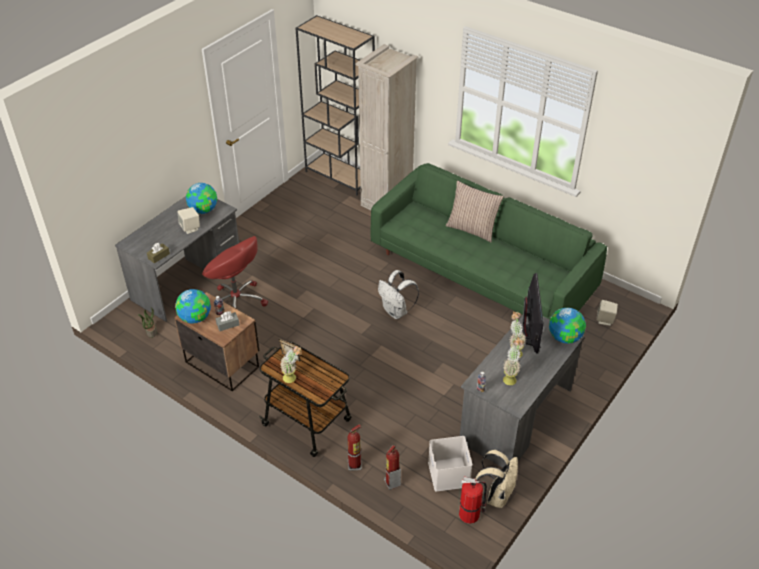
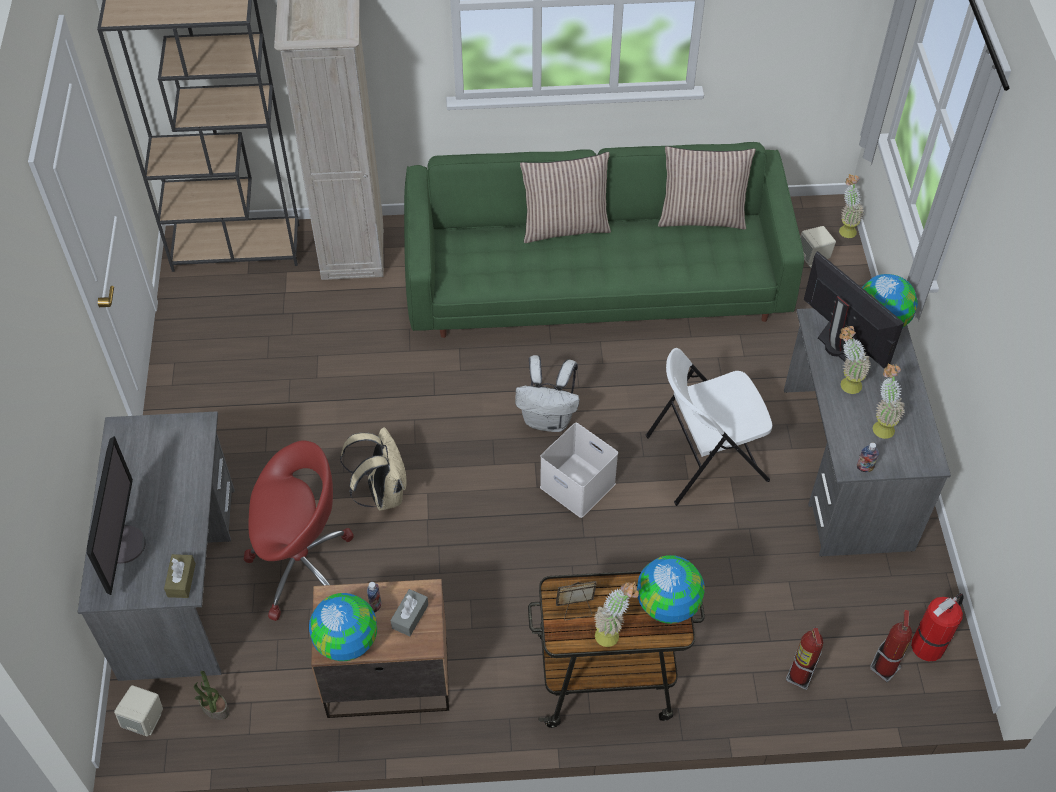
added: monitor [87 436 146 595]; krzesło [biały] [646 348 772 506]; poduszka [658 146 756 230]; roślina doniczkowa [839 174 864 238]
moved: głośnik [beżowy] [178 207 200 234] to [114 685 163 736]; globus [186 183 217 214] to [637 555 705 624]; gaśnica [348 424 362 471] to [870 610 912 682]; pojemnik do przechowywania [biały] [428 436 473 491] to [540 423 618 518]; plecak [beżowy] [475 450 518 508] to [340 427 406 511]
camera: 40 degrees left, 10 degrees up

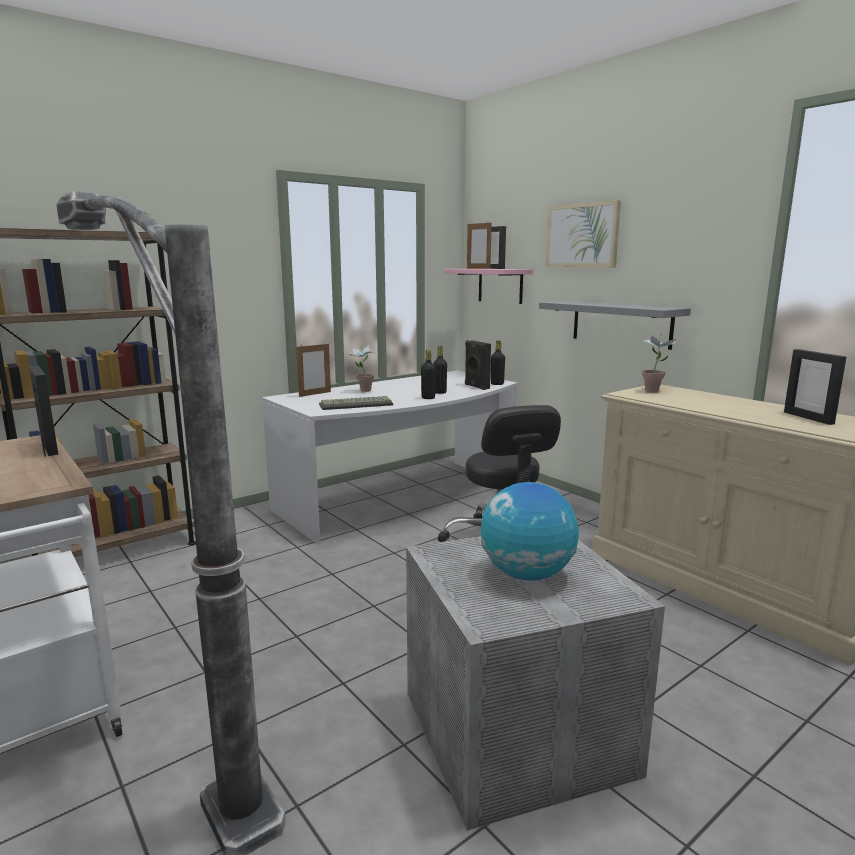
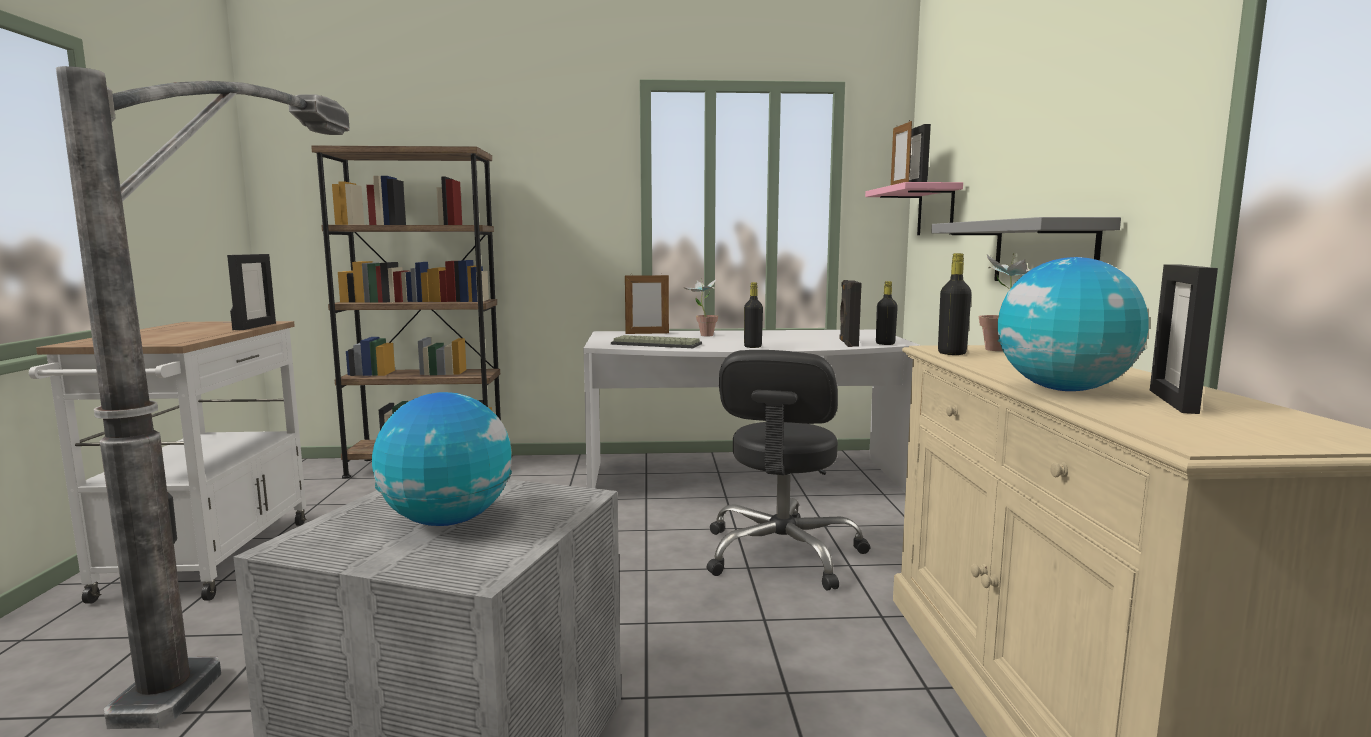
removed: obraz [546 200 621 267]
added: globus [998 257 1149 391]
moved: butelka [czarny] [433 346 447 394] to [938 253 972 355]
camera: 35 degrees right, 5 degrees down

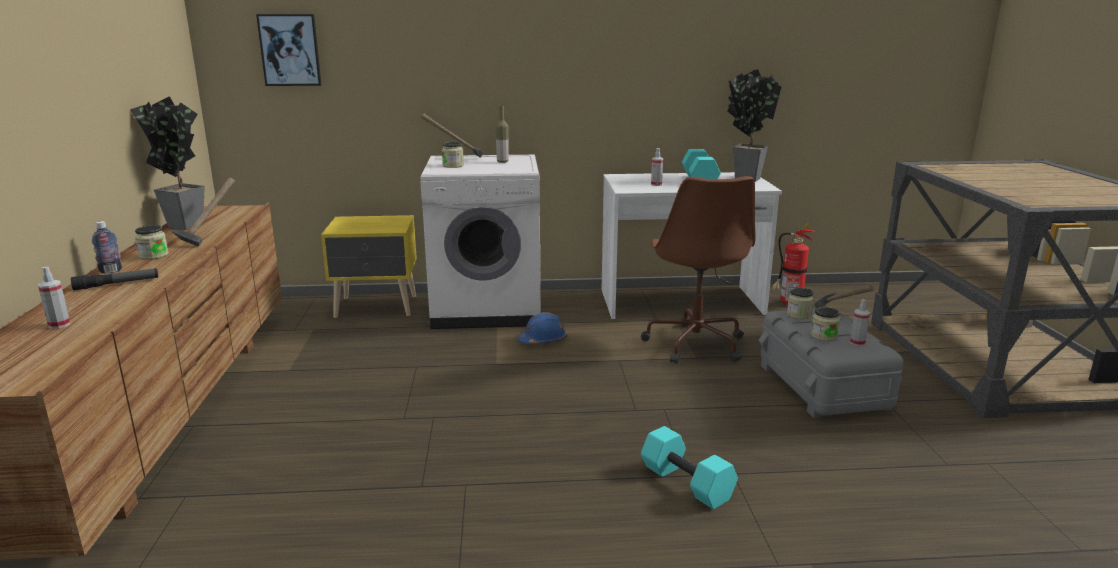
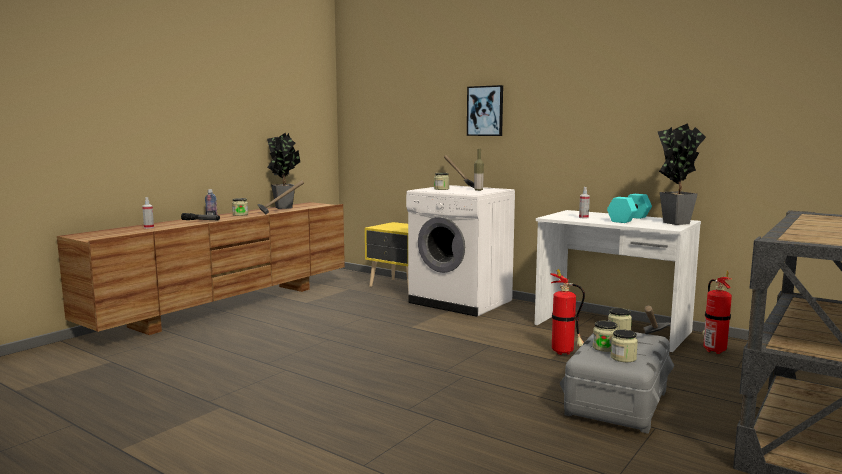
removed: kask [niebieski] [518 312 567 344]; hantel [turkusowy] [641 426 738 509]
moved: obraz [256 14 322 86] to [467 85 503 136]
replaced: krzesło biurowe [brązowy] [641 176 755 364] to gaśnica [550 269 585 355]; spryskiwacz [850 299 870 346] to słoik [611 329 638 362]
camera: 40 degrees right, 10 degrees down

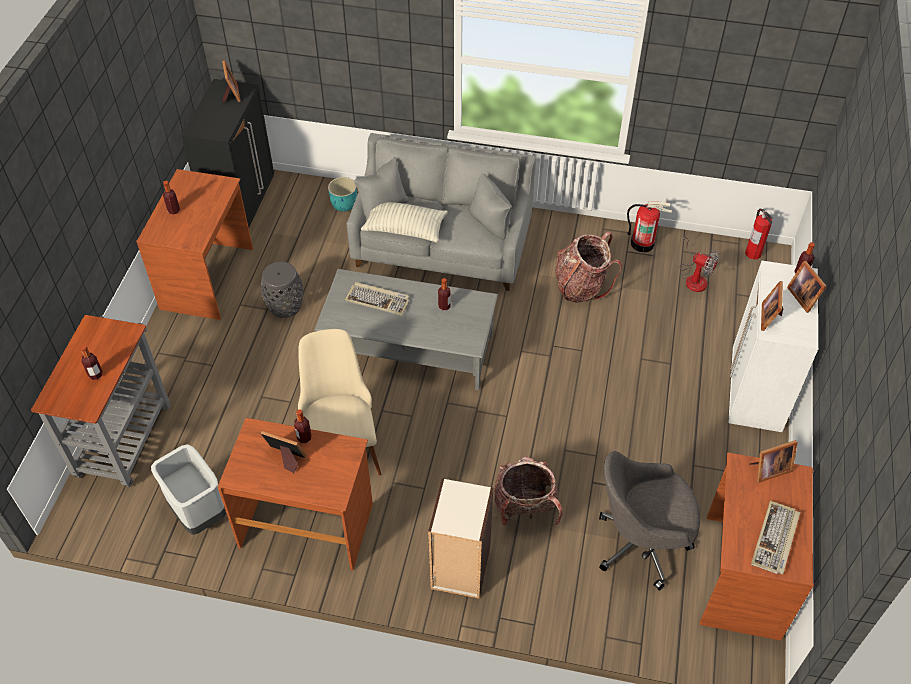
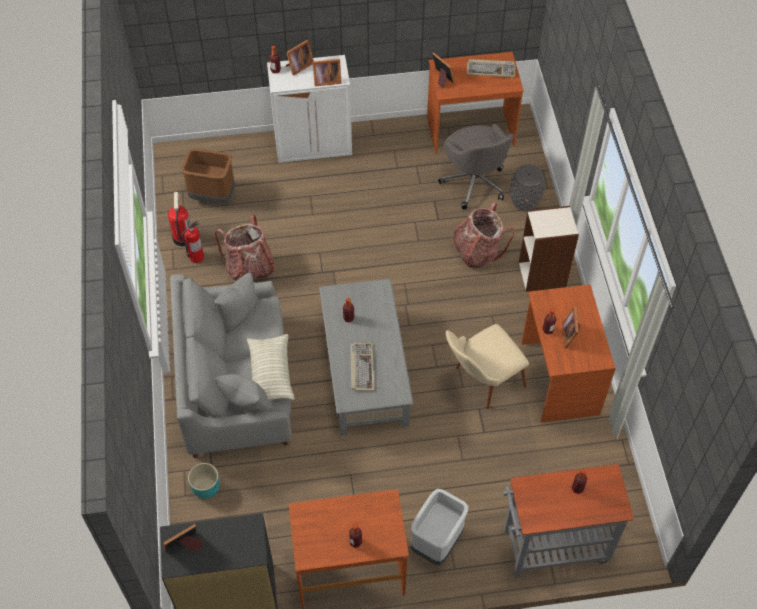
moved: kosz na śmieci [szary] [151 444 226 535] to [411 489 469 565]; stołek [szary] [261 262 303 318] to [510 164 545 211]; gaśnica [745 209 773 260] to [182 220 204 263]
replaced: wentylator [679 232 719 292] to kosz na śmieci [brązowy] [181 149 235 204]
camera: 110 degrees left, 5 degrees up

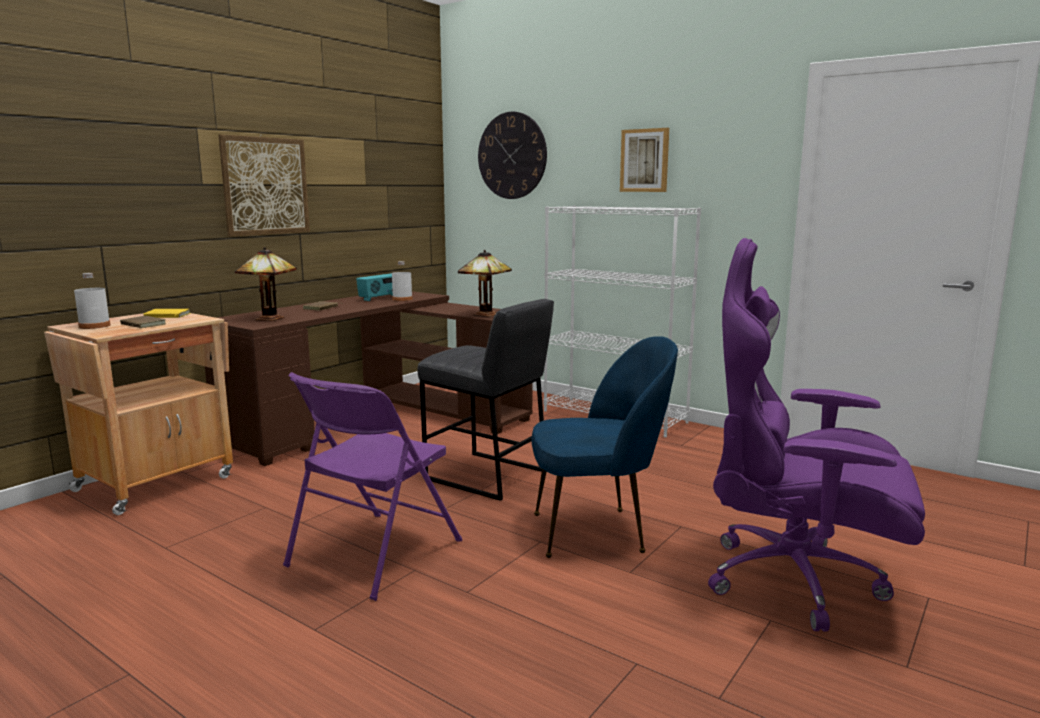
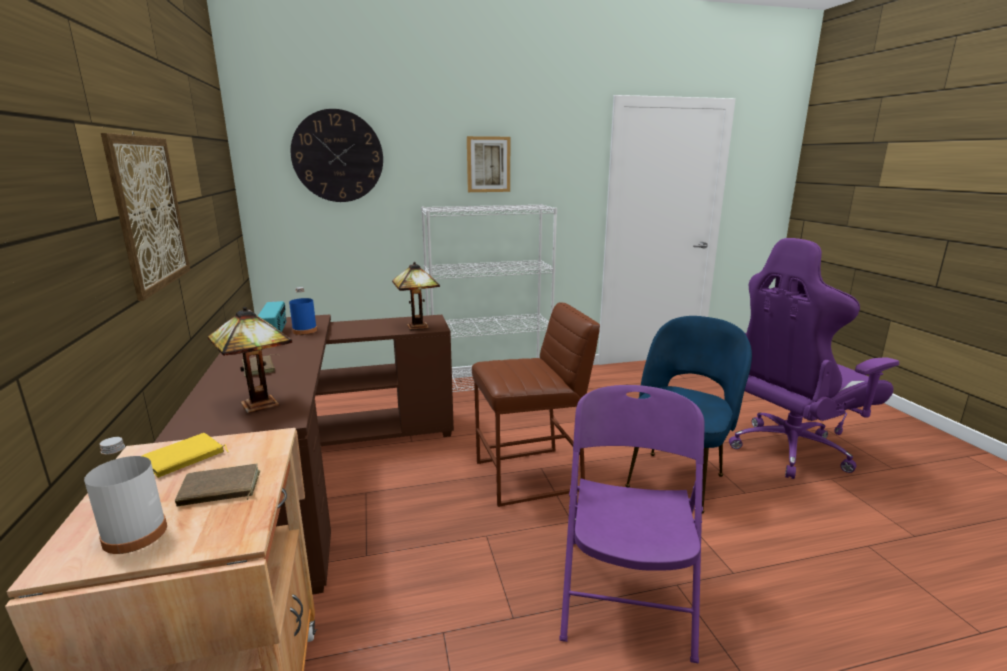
recoloured: butelka [biały] [392 261 412 301] to butelka [niebieski] [289 287 317 335]; stołek [szary] [417 299 554 501] to stołek [brązowy] [472 302 600 507]
turned: krzesło [fioletowy] [283 372 462 601] = [559 385 705 664] 150 degrees counterclockwise
camera: 50 degrees left, 5 degrees up

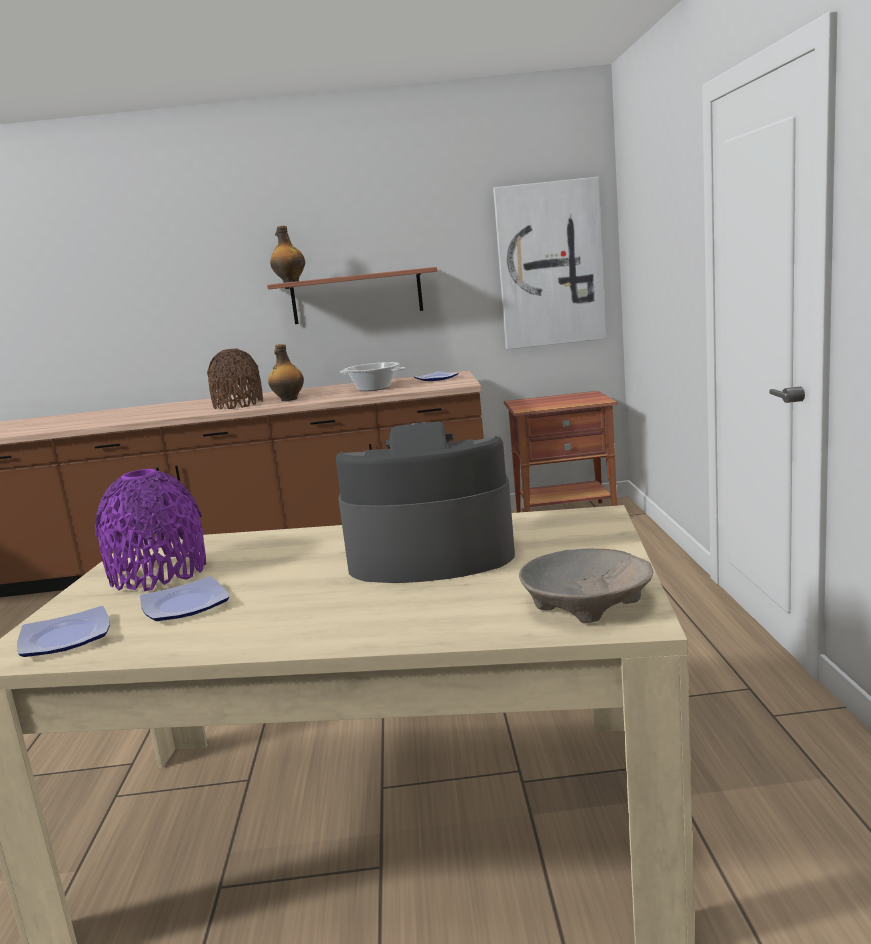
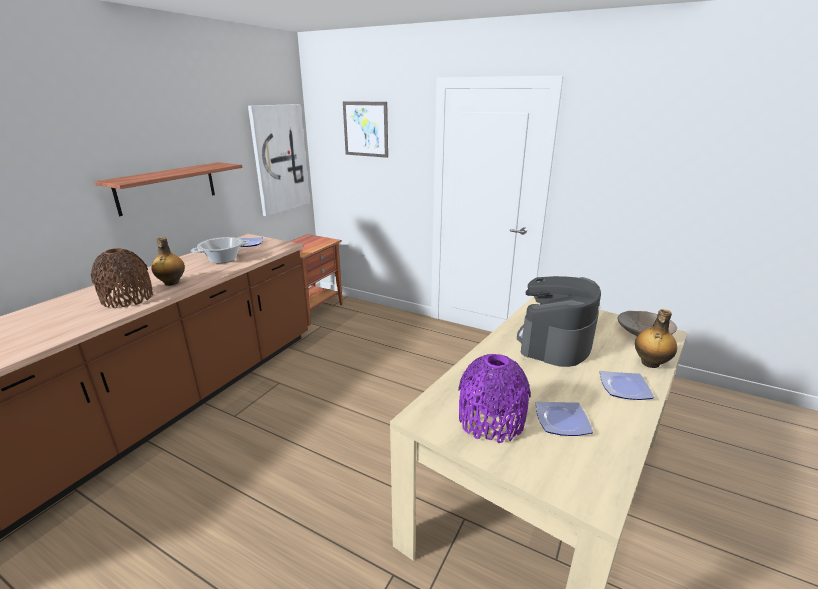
added: obraz [343 101 388 158]
moved: talerz [17 606 110 657] to [600 371 654 400]; butelka [270 226 305 283] to [635 309 677 368]
camera: 60 degrees left, 10 degrees up

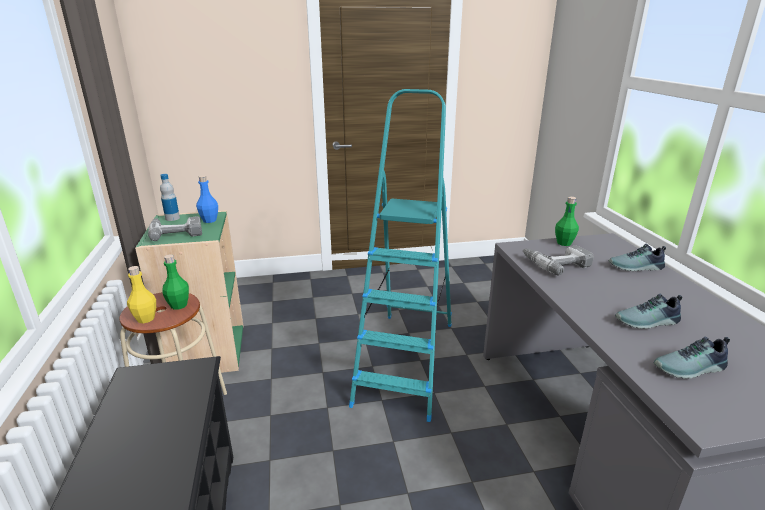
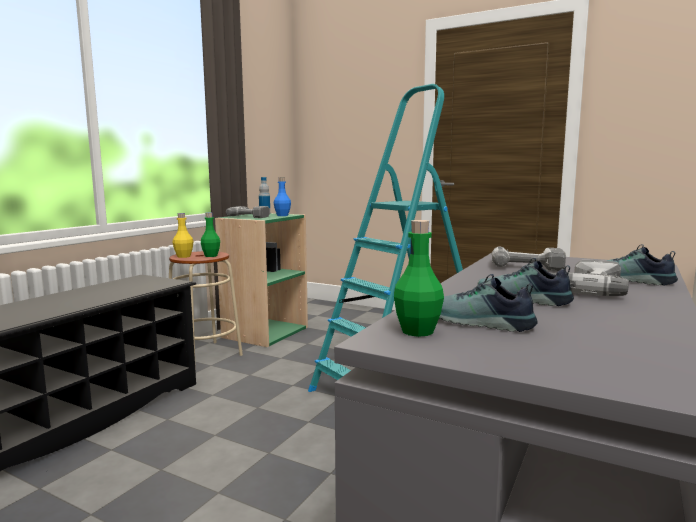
added: wiertarka [551 260 629 296]
moved: butelka [zielony] [555 197 579 246] to [394 220 444 337]
camera: 40 degrees right, 15 degrees down

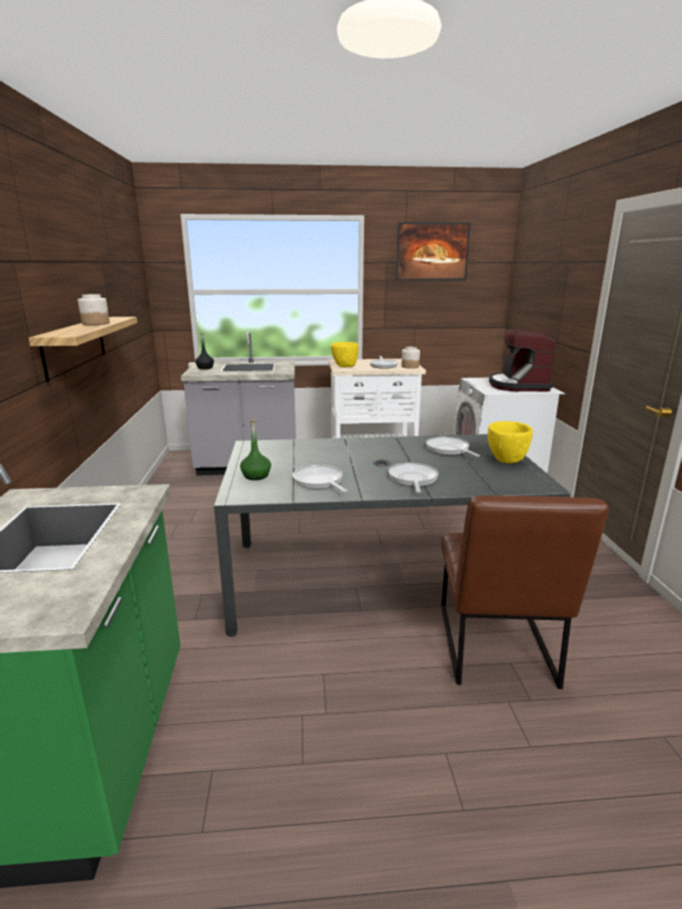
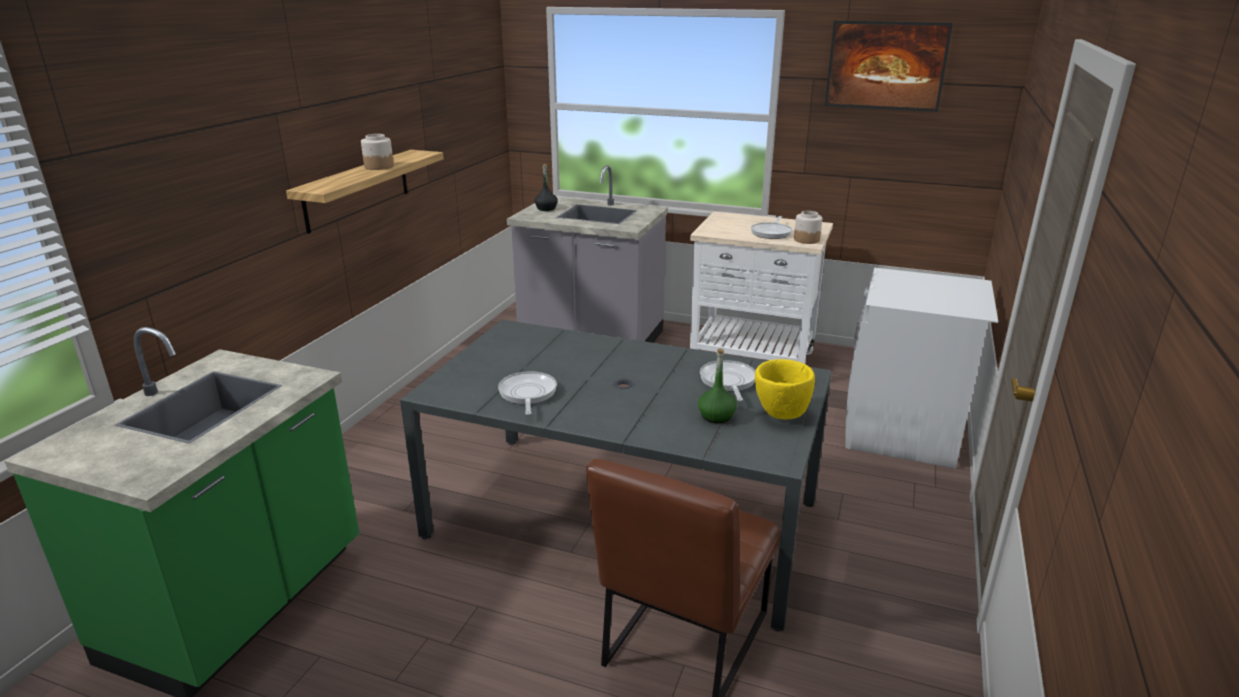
removed: miska [żółty] [331 342 359 367]; patelnia [389 463 438 493]; ekspres do kawy [489 329 556 392]
moved: butelka [zielony] [240 420 271 480] to [698 348 737 423]
camera: 25 degrees right, 5 degrees up

